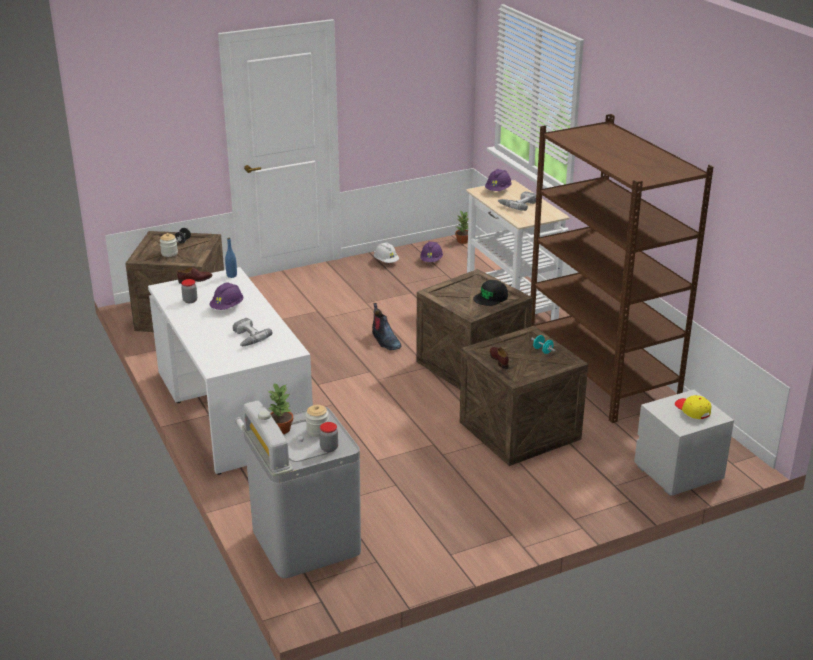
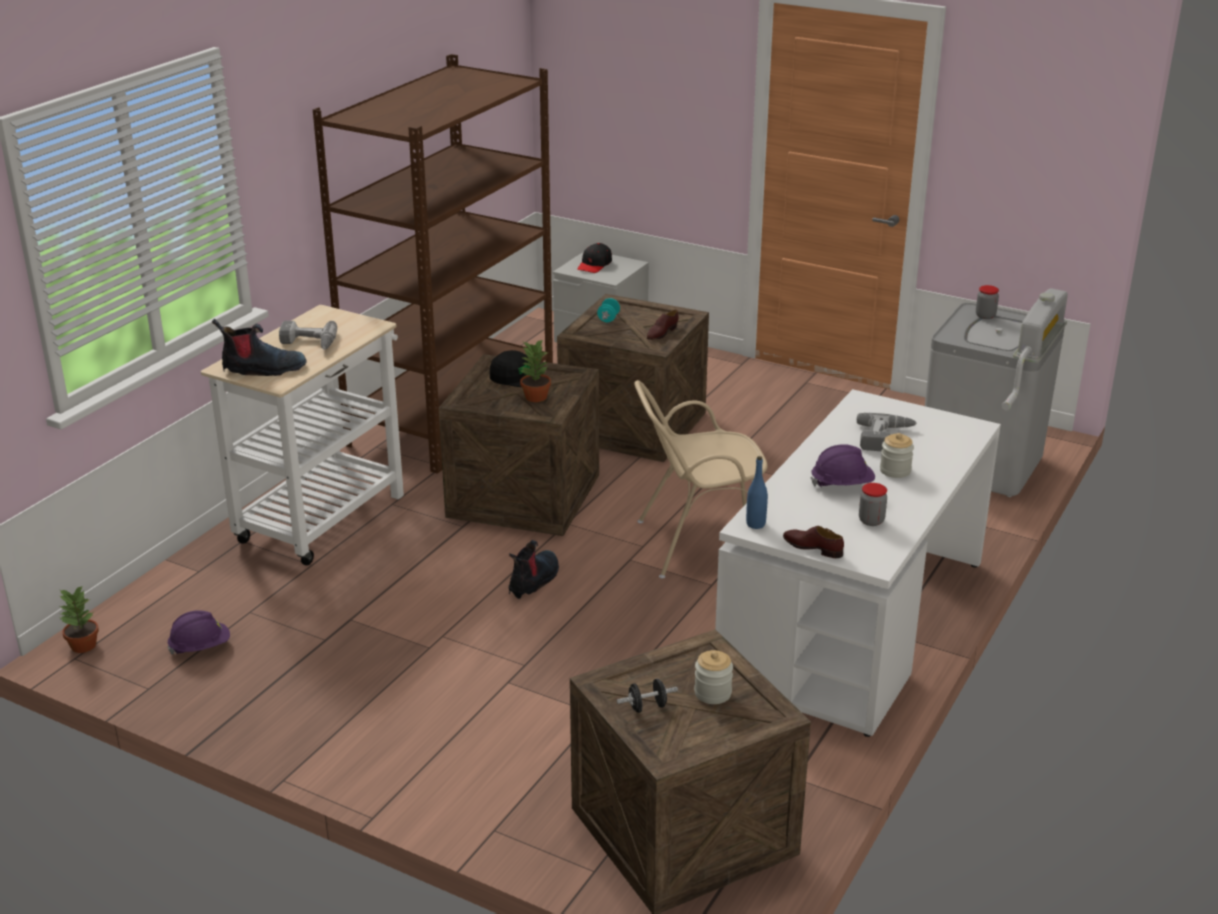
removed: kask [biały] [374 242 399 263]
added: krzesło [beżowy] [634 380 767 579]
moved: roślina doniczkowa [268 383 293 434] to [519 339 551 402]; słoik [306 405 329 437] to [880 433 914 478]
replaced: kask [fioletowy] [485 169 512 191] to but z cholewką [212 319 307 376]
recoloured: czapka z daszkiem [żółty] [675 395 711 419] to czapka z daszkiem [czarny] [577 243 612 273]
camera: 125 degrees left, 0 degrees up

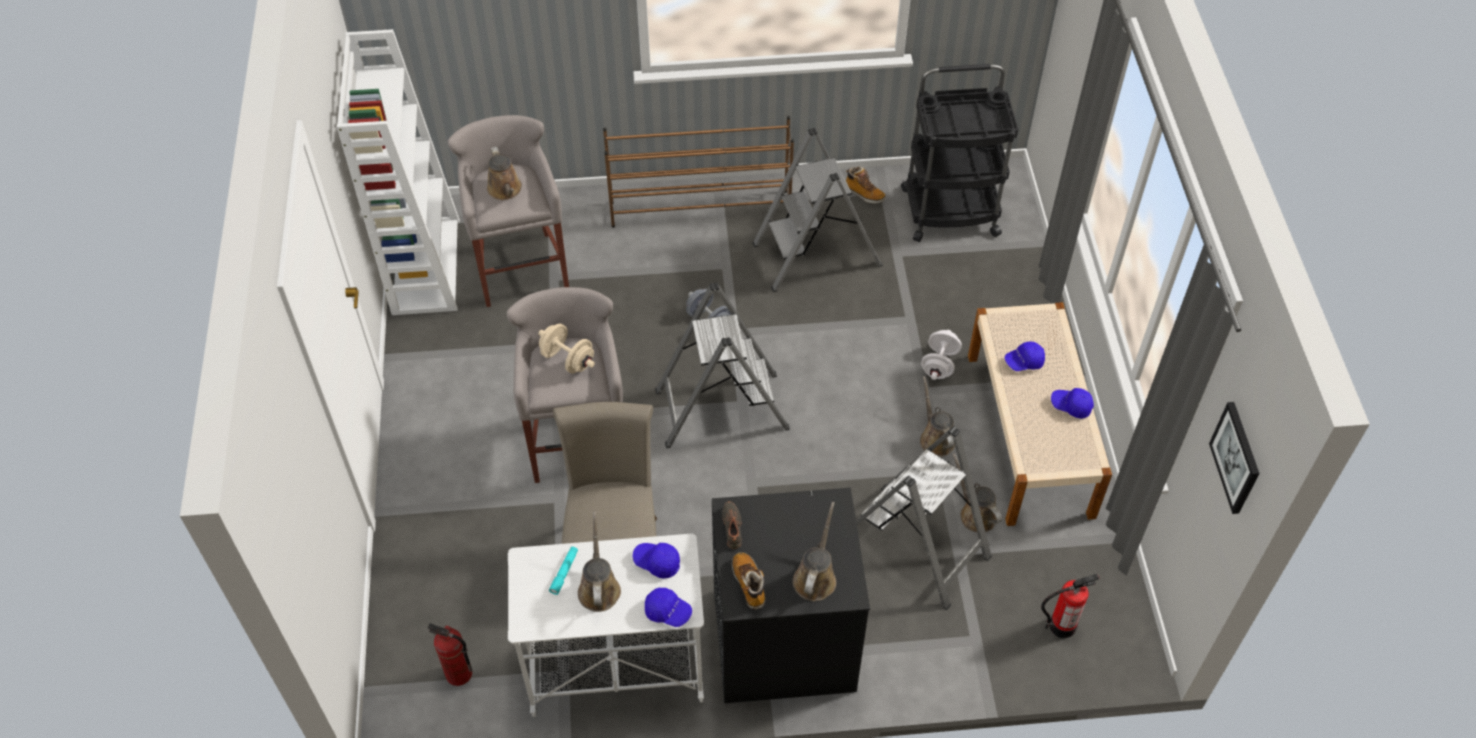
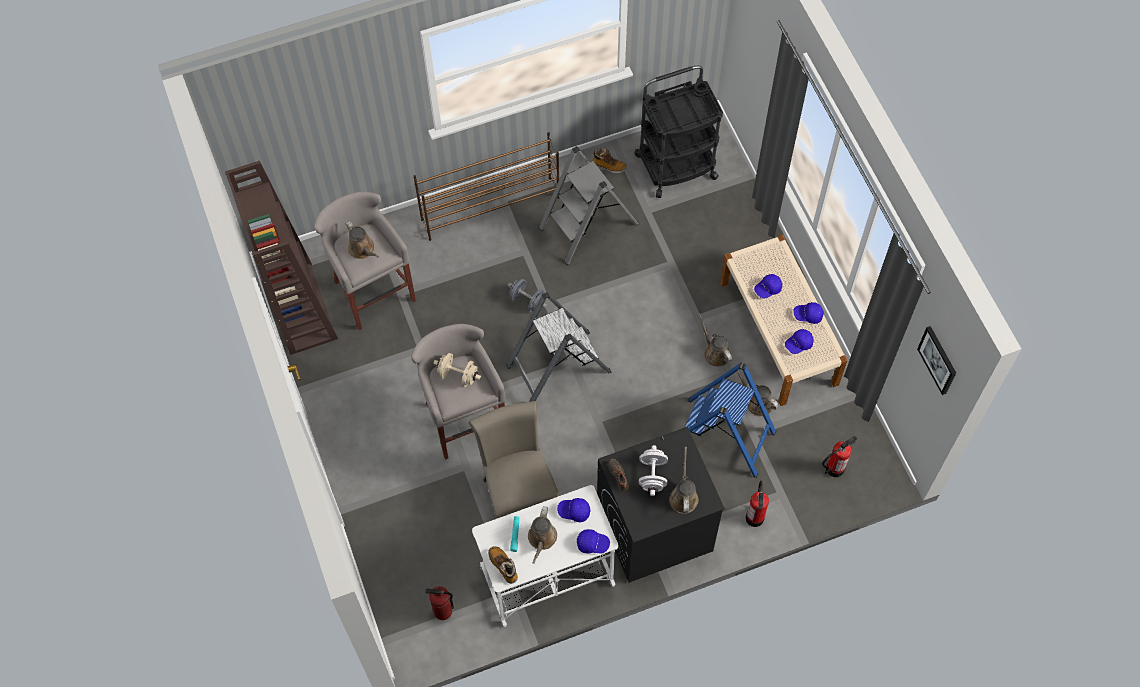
added: gaśnica [746 481 769 527]; czapka z daszkiem [niebieski] [785 329 814 354]
moved: but z cholewką [732 552 765 609] to [488 546 518 584]; hantel [biały] [921 330 962 380] to [639 445 668 496]
recoloured: regał [biały] [337 29 460 315] to regał [brązowy] [225 161 338 355]; drabinka [szary] [856 426 992 610] to drabinka [niebieski] [684 362 776 478]
turned: konewka [brązowy] [578 511 621 612] = [528 506 557 564] 150 degrees counterclockwise
camera: 15 degrees left, 10 degrees up

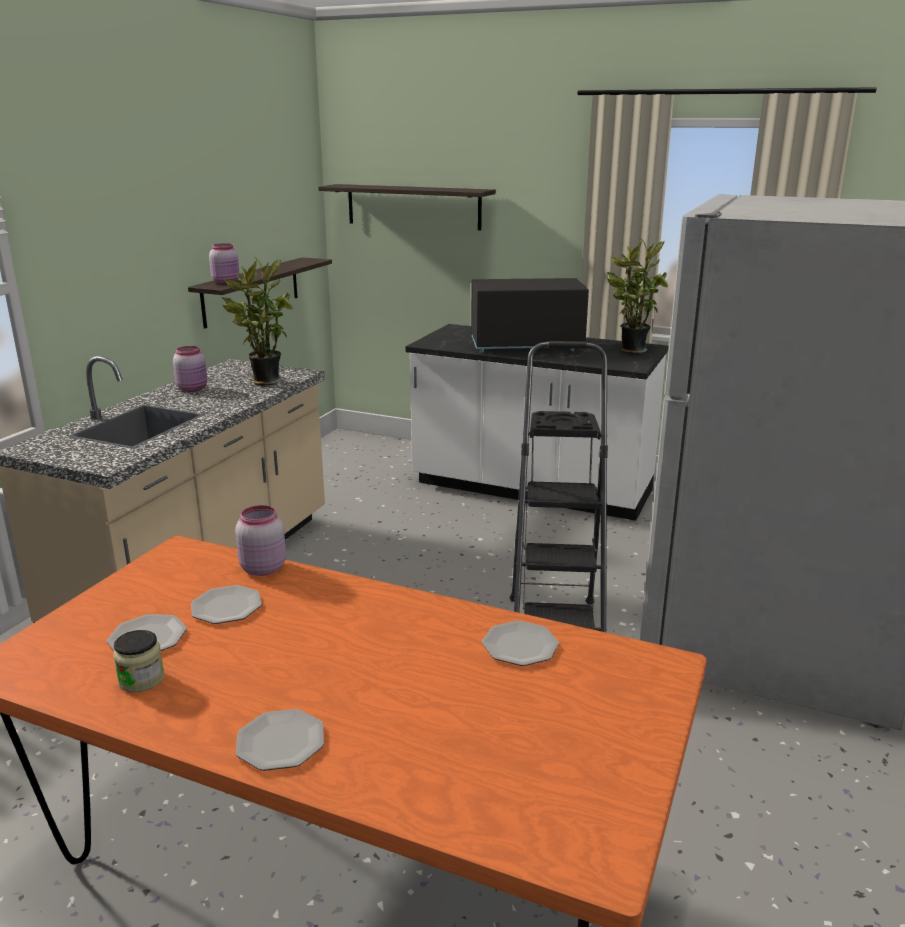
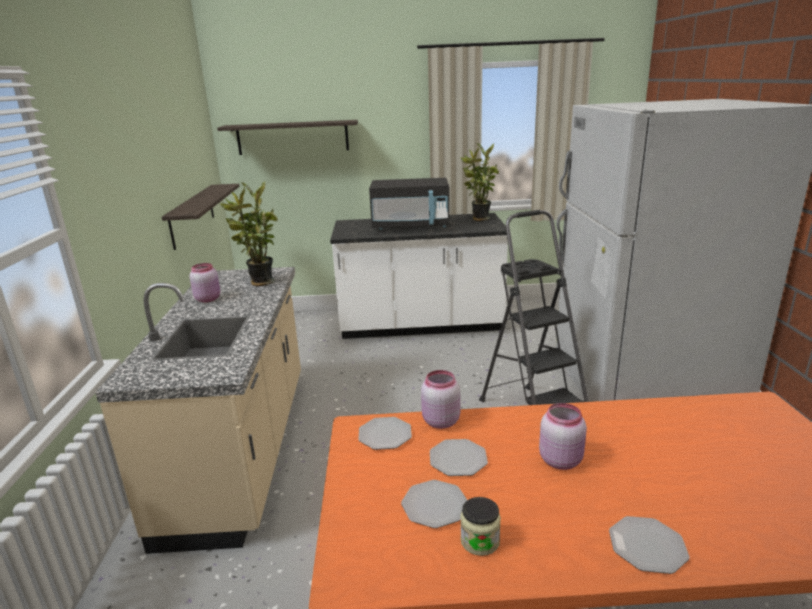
moved: słoik [różowy] [209 243 240 285] to [539 403 587 470]; talerz [482 621 559 666] to [358 417 412 450]
turned: mikrofalówka [czarny] [471 278 589 353] = [369 178 450 230] 150 degrees counterclockwise
camera: 25 degrees left, 0 degrees up

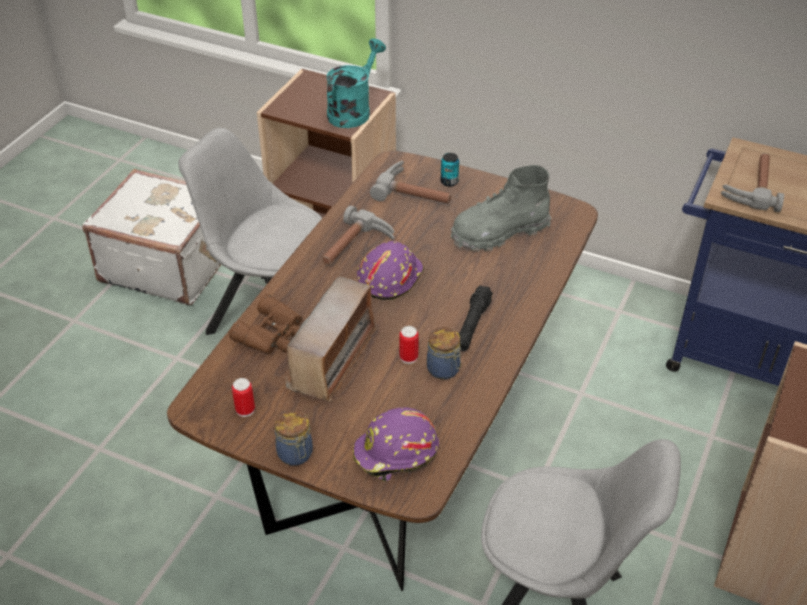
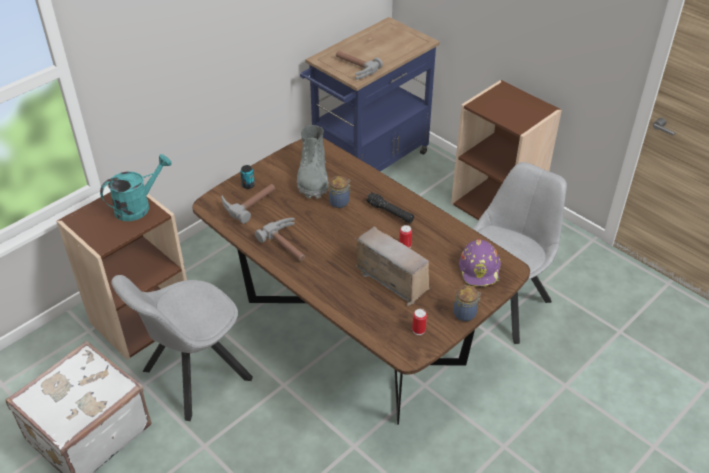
removed: lornetka [brązowy] [229 294 302 354]; kask [fioletowy] [357 241 424 300]
moved: słoik [427 327 461 379] to [329 176 351 208]
turned: konewka [turkusowy] [326 38 386 128] = [100 154 172 221] 90 degrees clockwise
camera: 70 degrees left, 0 degrees up

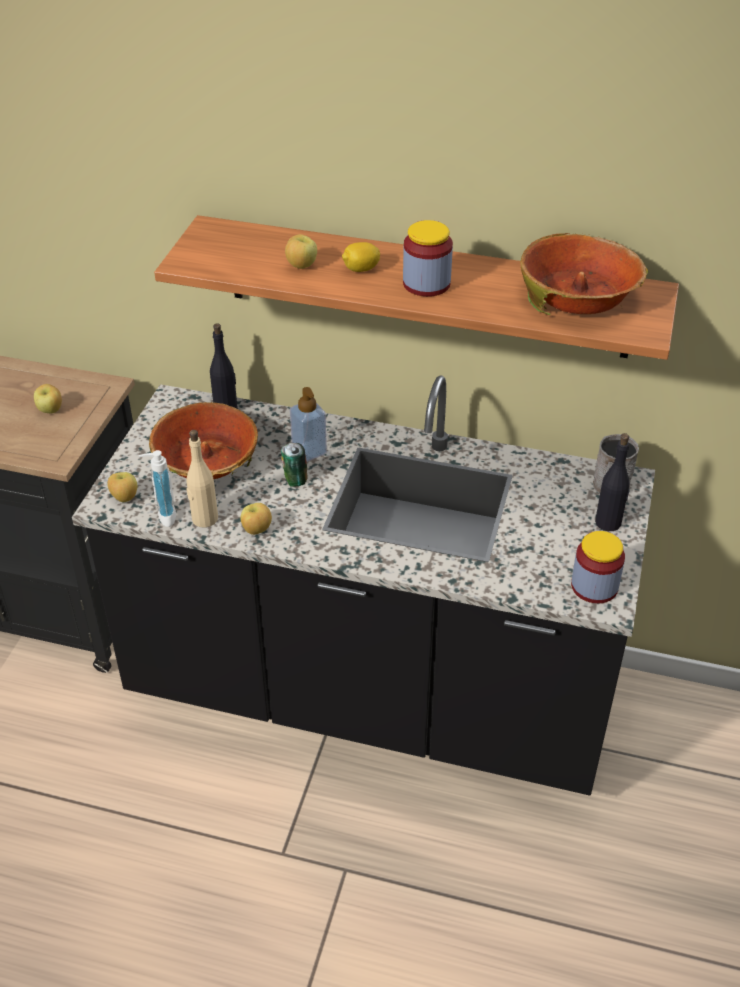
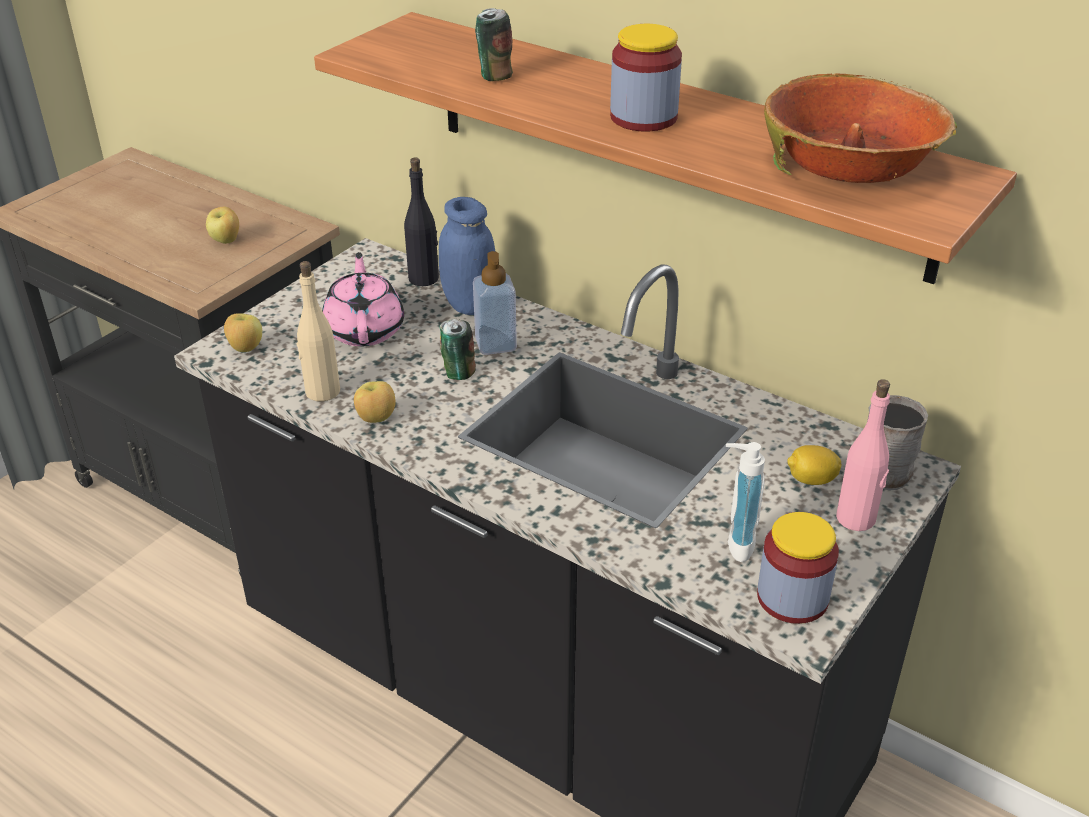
added: słoik [niebieski] [439 197 496 315]
moved: dozownik mydła [139 450 176 527] to [726 442 765 562]; cytryna [342 242 380 272] to [787 445 842 485]
replaced: miska [149 402 258 479] to imbryk [różowy] [322 252 404 346]; jabłko [285 234 317 269] to puszka [475 8 513 81]
recoloured: butelka [czarny] [595 433 630 531] to butelka [różowy] [836 379 890 531]
camera: 20 degrees right, 5 degrees down

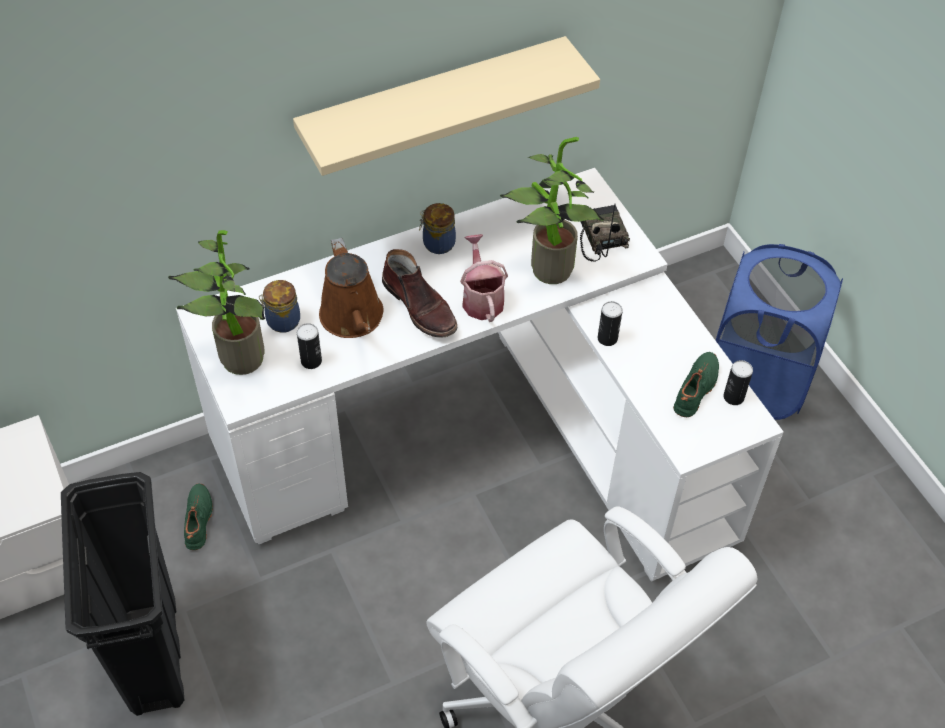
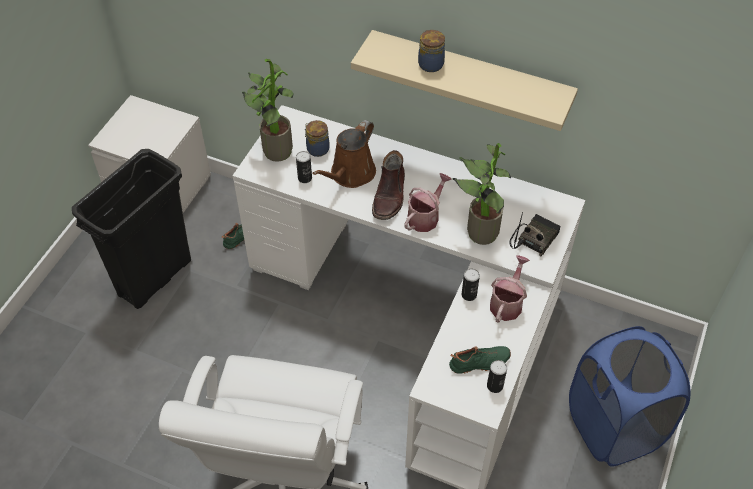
added: konewka [490 255 530 323]
moved: słoik [419 203 456 254] to [418 30 445 72]
camera: 50 degrees right, 0 degrees up

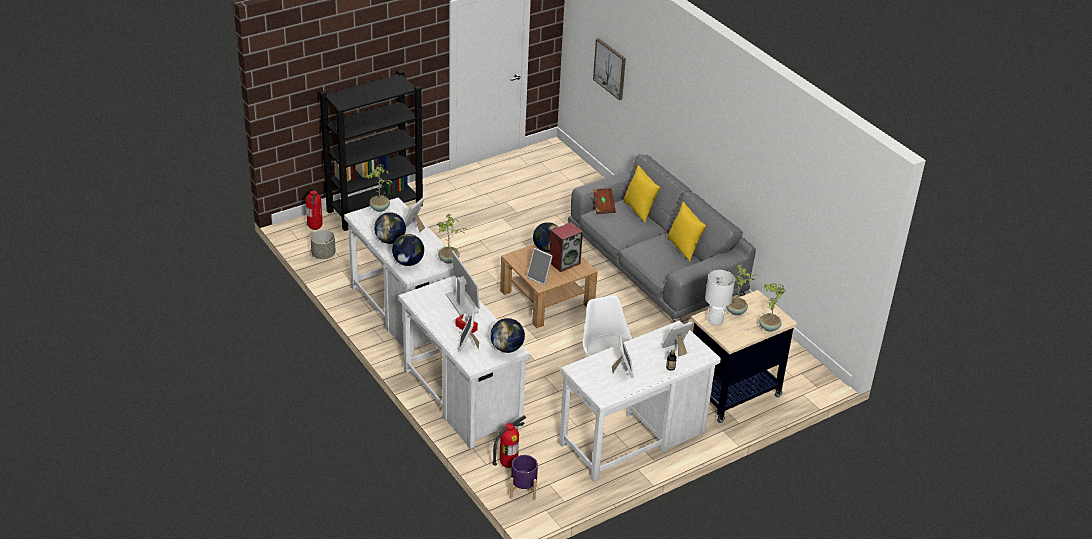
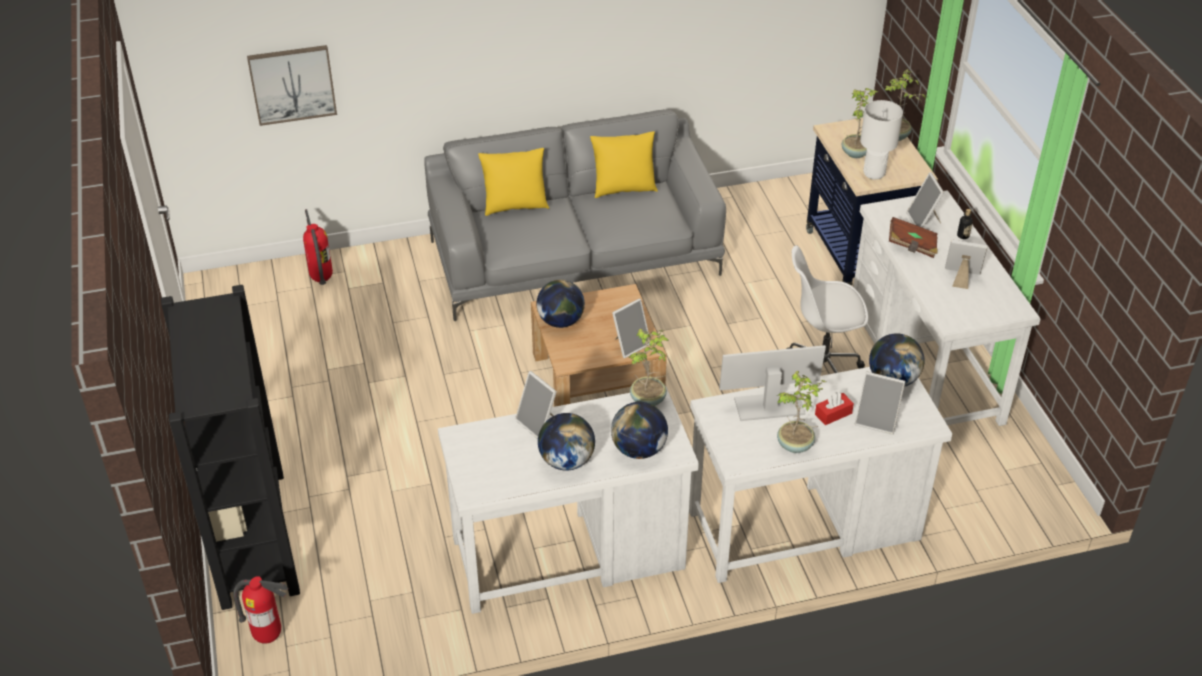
removed: donica [szary] [310 230 336 259]; donica [fioletowy] [510 455 538 500]; głośnik [550 222 583 272]
moved: roślina doniczkowa [365 164 392 212] to [777 371 826 453]; gaśnica [492 415 526 468] to [303 209 333 285]; książka [brązowy] [593 188 616 214] to [889 217 937 258]
camera: 70 degrees left, 5 degrees up

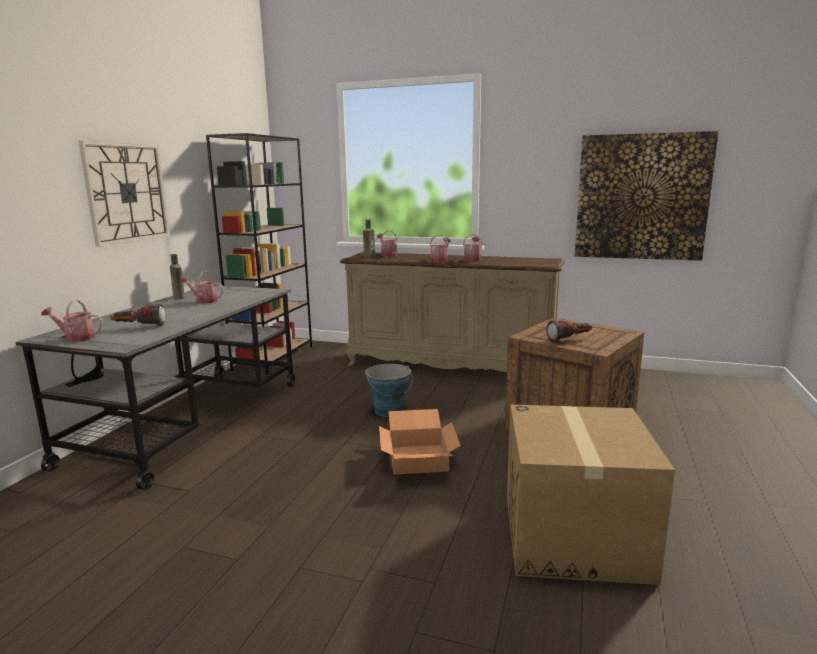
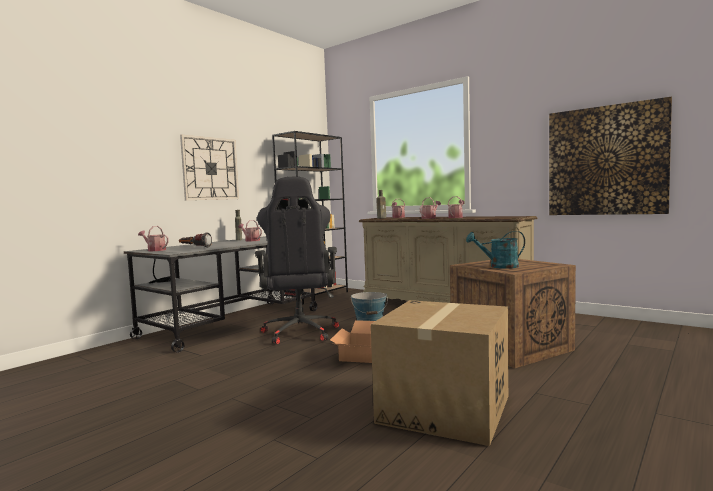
added: krzesło biurowe [czarny] [255 177 339 344]
replaced: latarka [546 320 592 342] to konewka [turkusowy] [466 231 525 269]
camera: 20 degrees right, 10 degrees down

